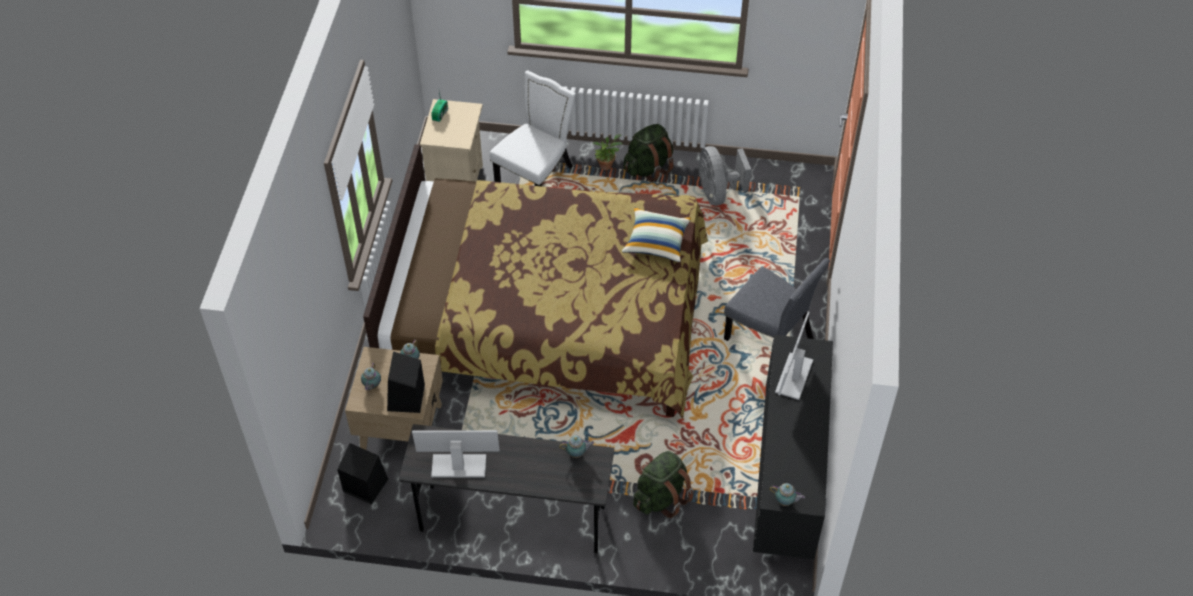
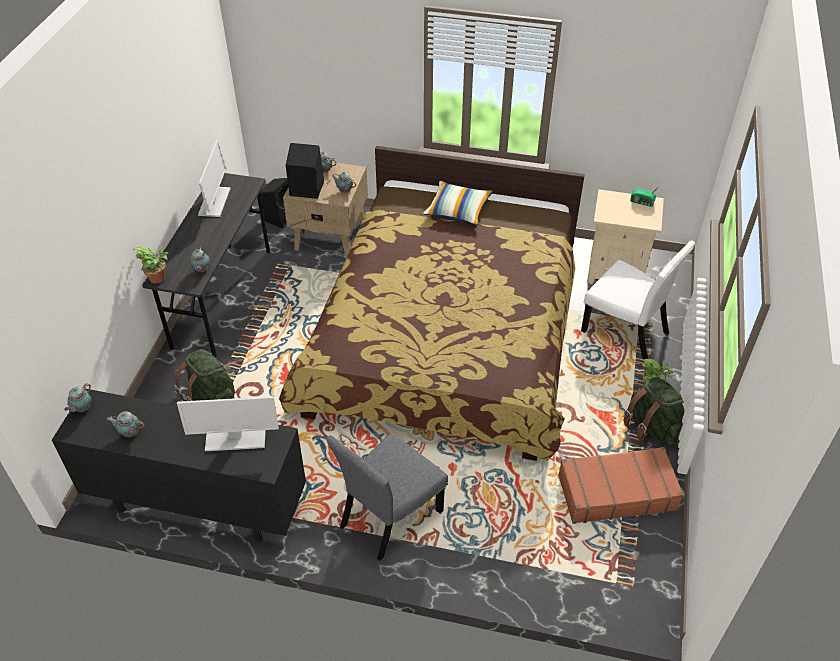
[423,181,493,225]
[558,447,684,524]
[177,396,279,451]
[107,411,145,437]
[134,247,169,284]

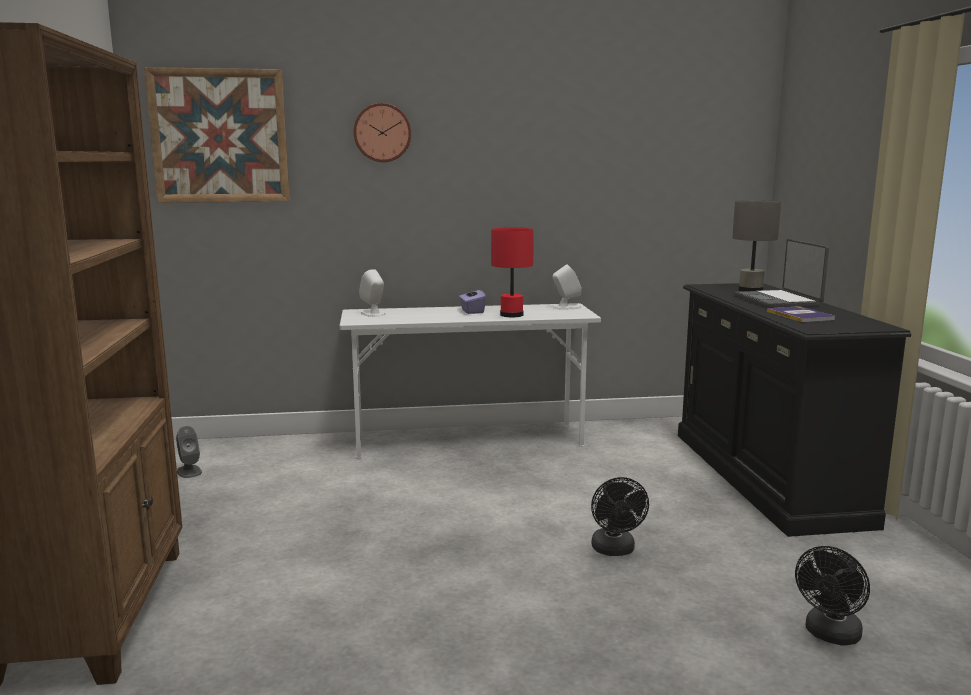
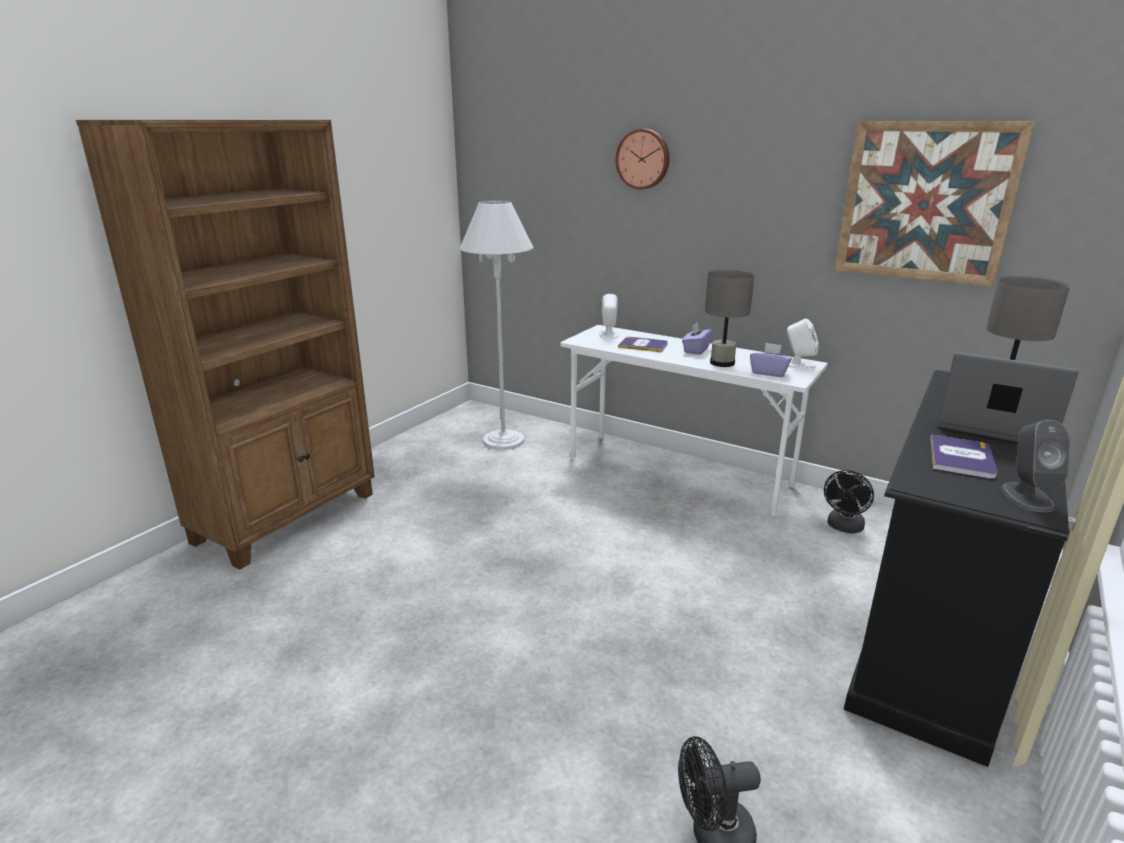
[835,121,1035,286]
[1001,420,1070,512]
[705,270,754,367]
[824,470,874,534]
[937,352,1078,442]
[459,200,533,450]
[618,337,668,352]
[750,342,792,377]

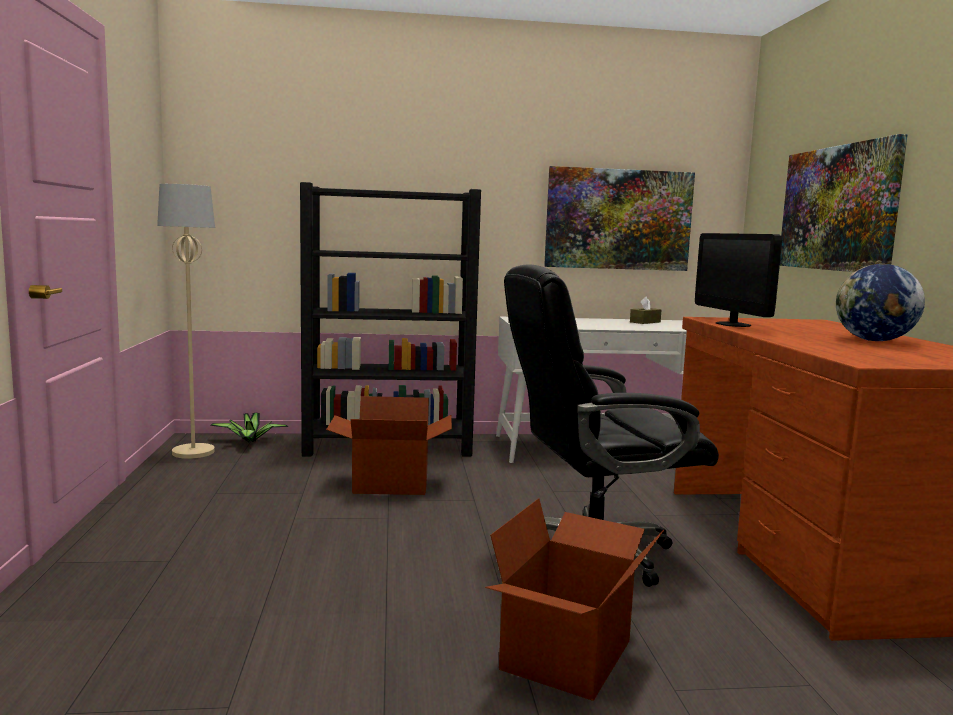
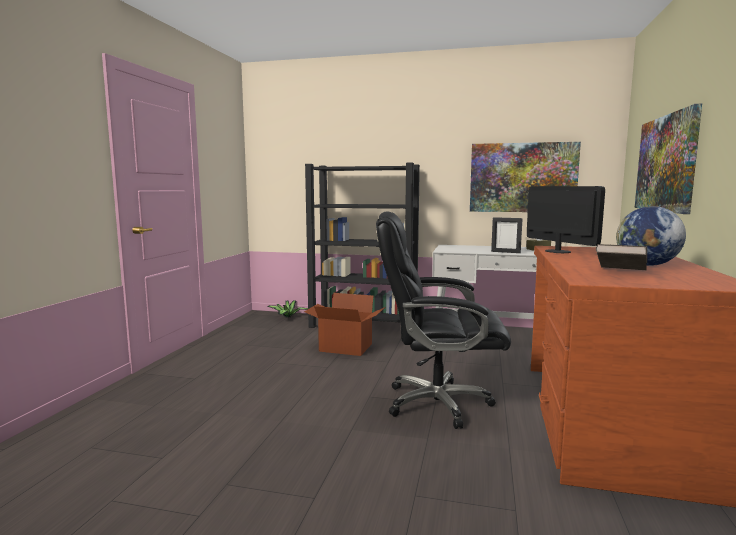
[157,184,215,459] (first image)
[485,498,664,701] (first image)
[527,186,605,253]
[491,217,523,253]
[596,244,647,270]

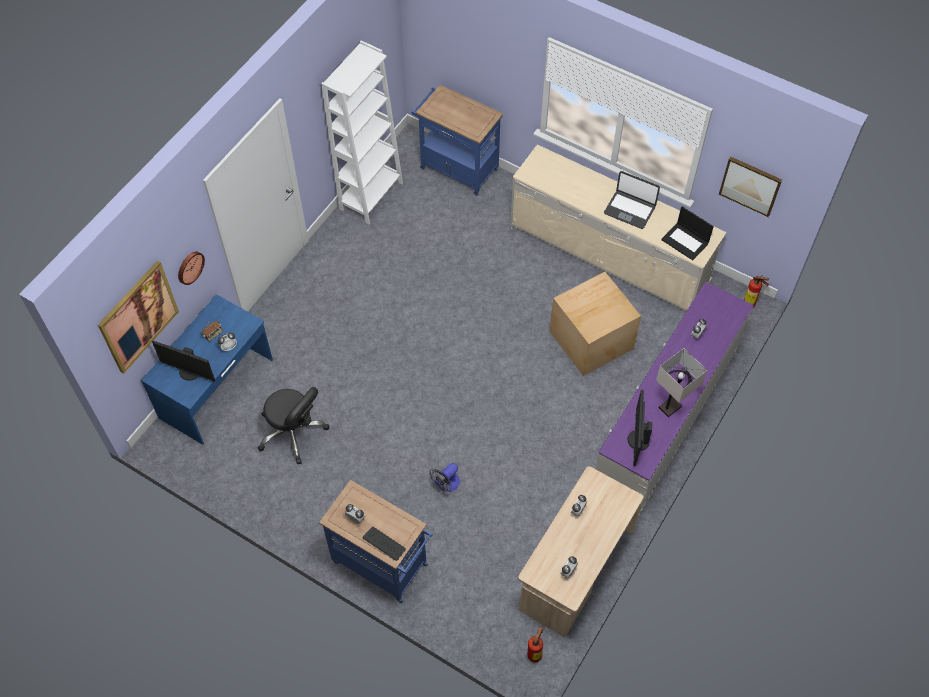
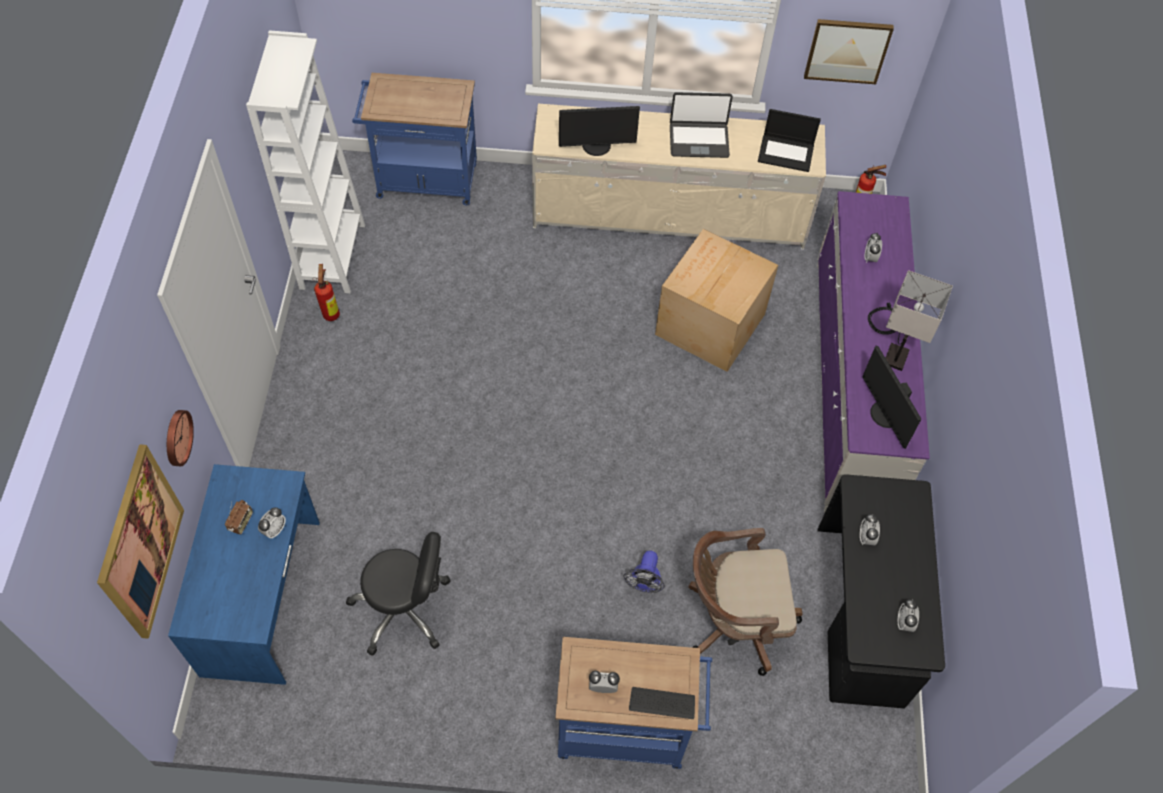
[559,106,640,156]
[817,474,945,709]
[314,264,340,321]
[688,528,803,676]

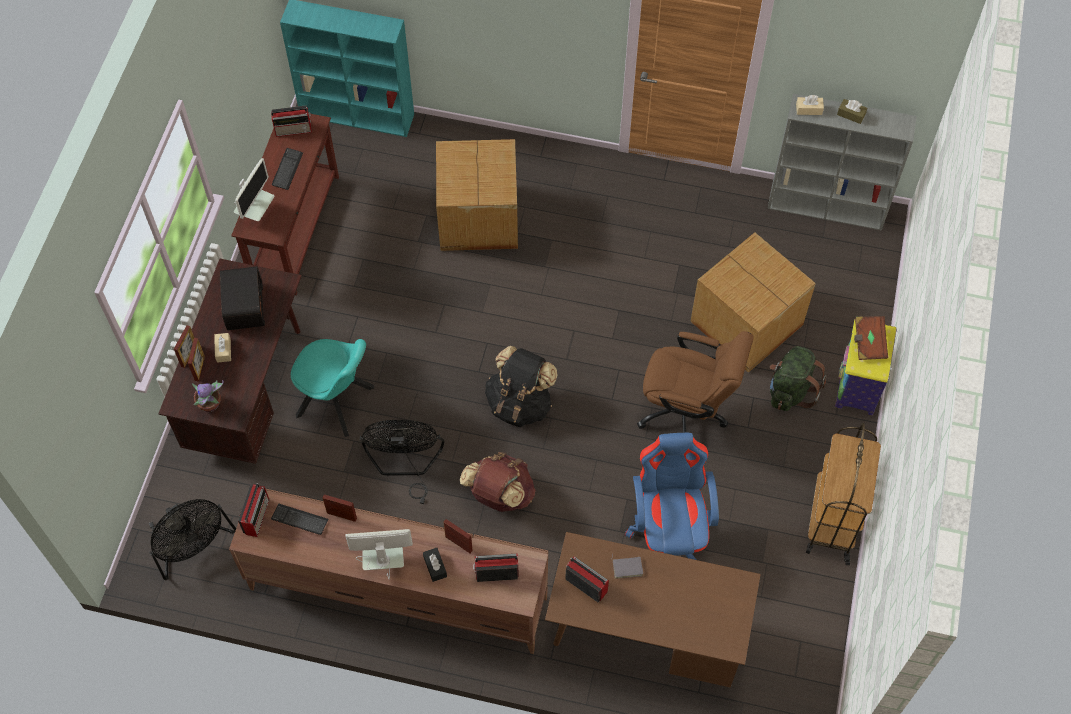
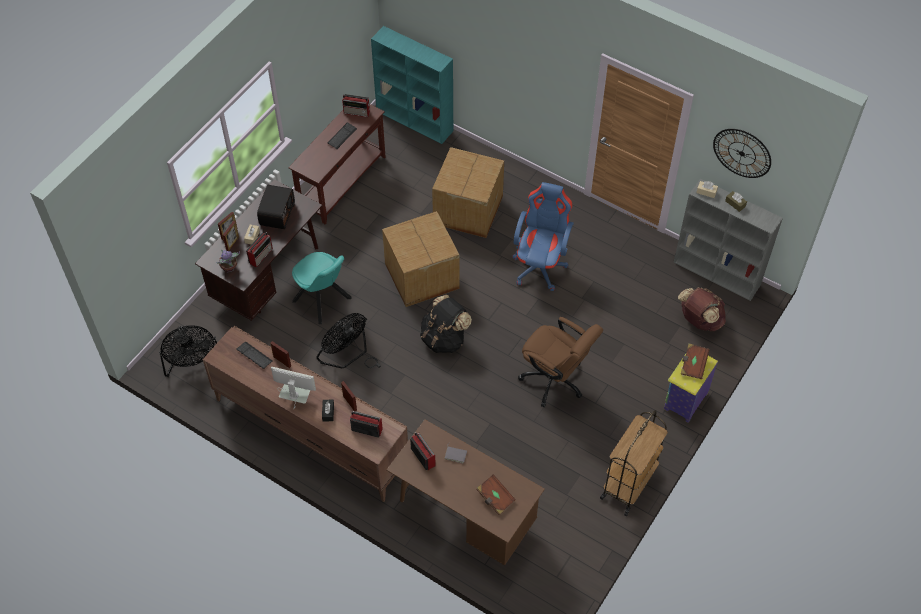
[234,158,275,221] (first image)
[246,232,273,267]
[317,313,381,368]
[678,287,726,331]
[512,182,574,291]
[382,211,460,307]
[770,346,826,411] (first image)
[476,474,516,515]
[713,129,771,178]

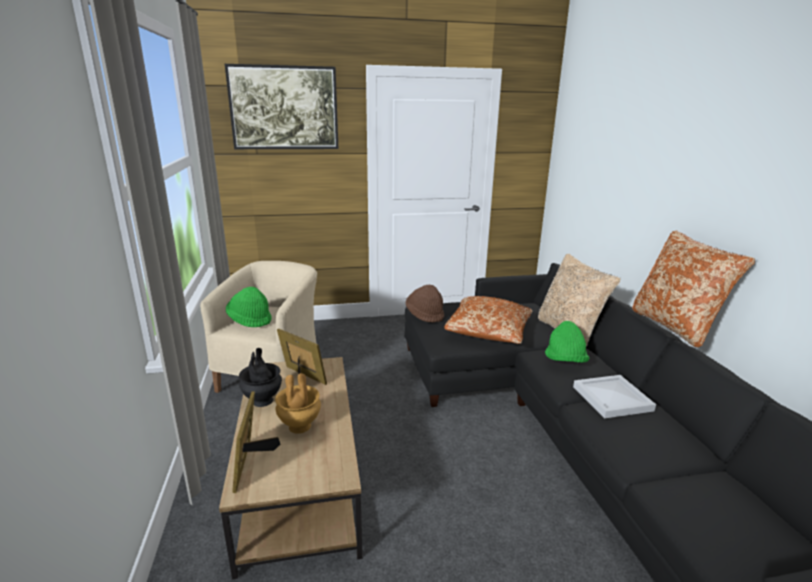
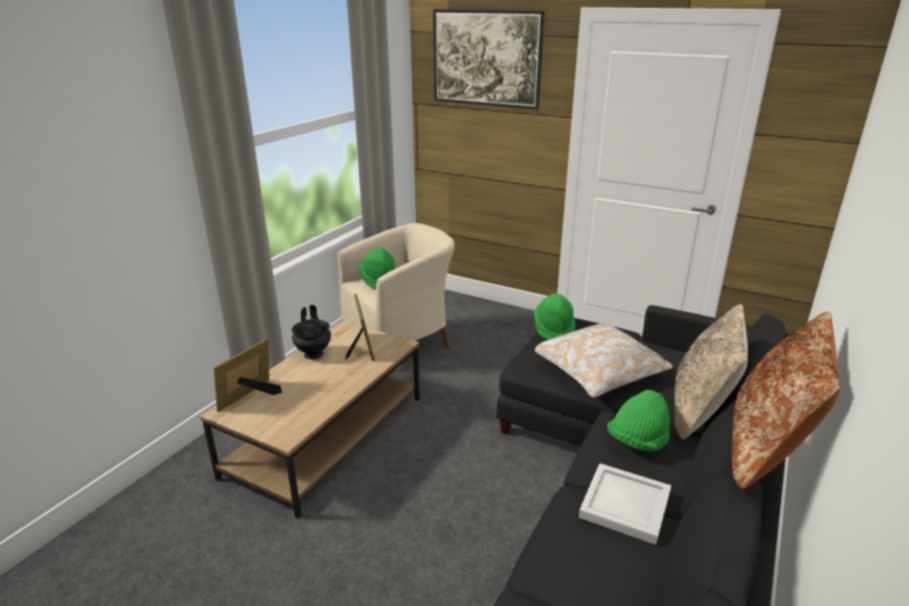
[275,373,321,434] (first image)
[534,294,575,340]
[535,323,673,398]

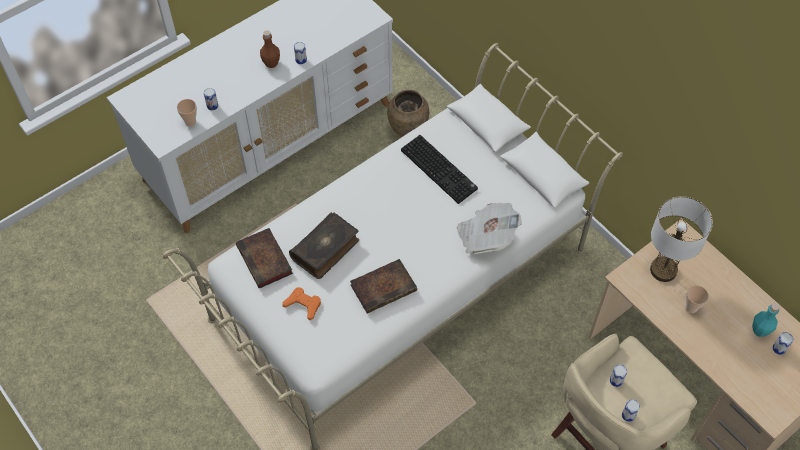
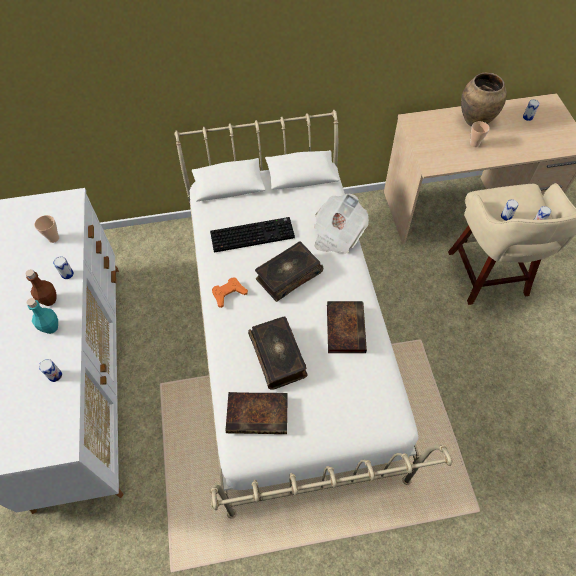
[34,215,59,243]
[212,278,248,308]
[461,73,507,127]
[650,196,713,282] (first image)
[27,298,58,334]
[255,241,323,302]

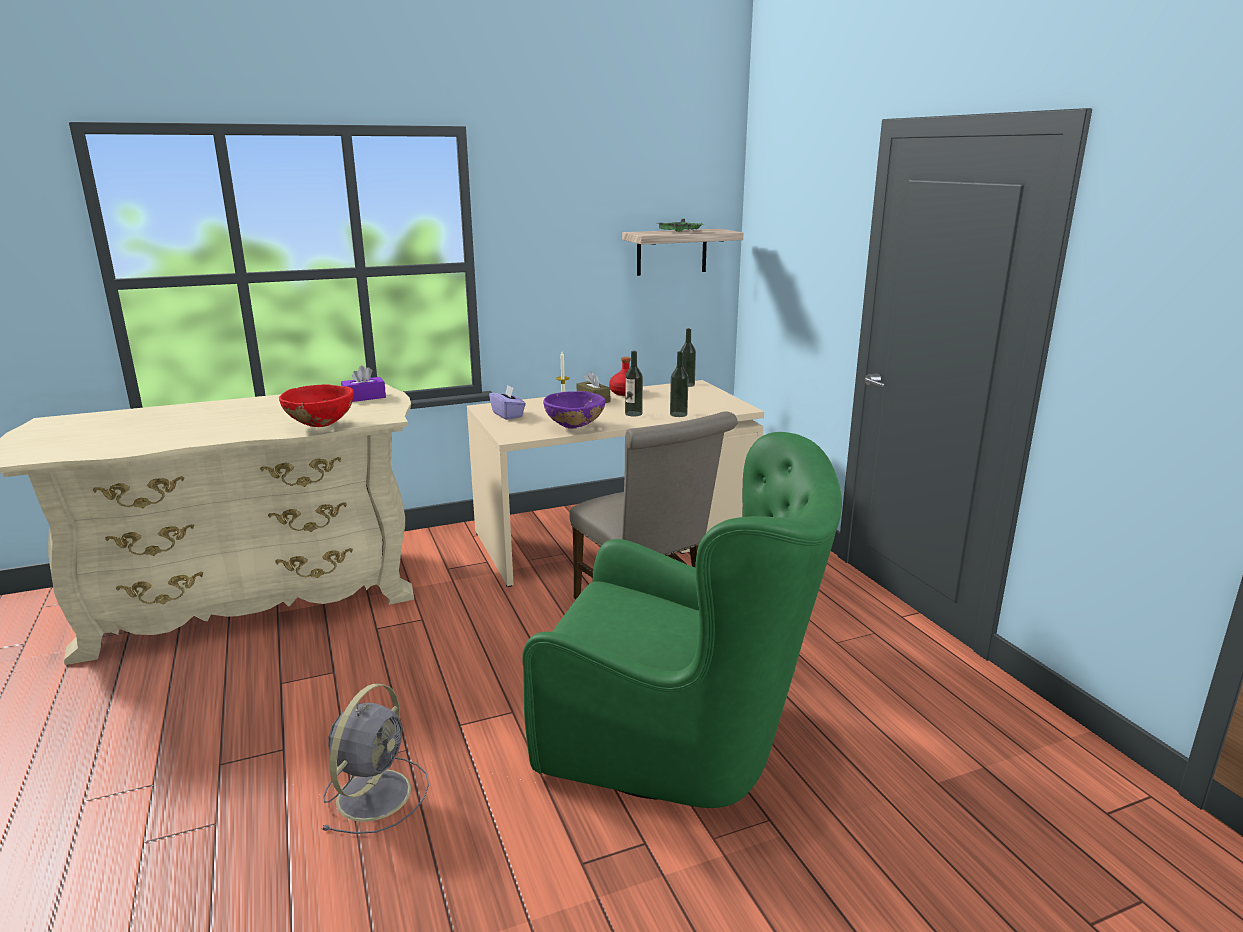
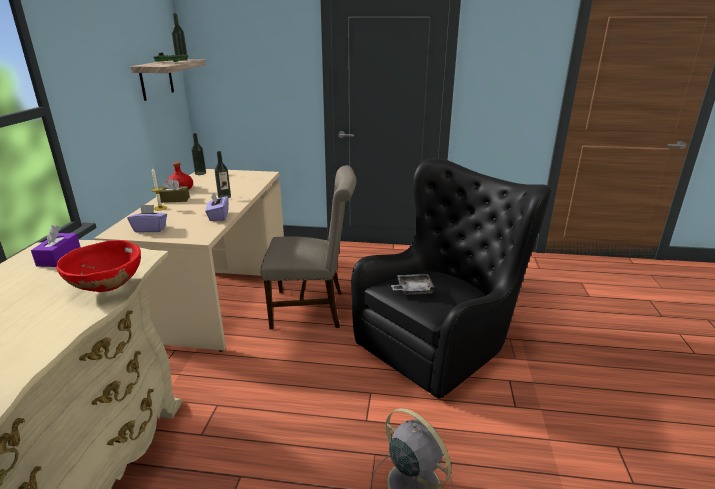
[351,158,552,399]
[205,193,229,221]
[172,13,188,61]
[391,274,436,295]

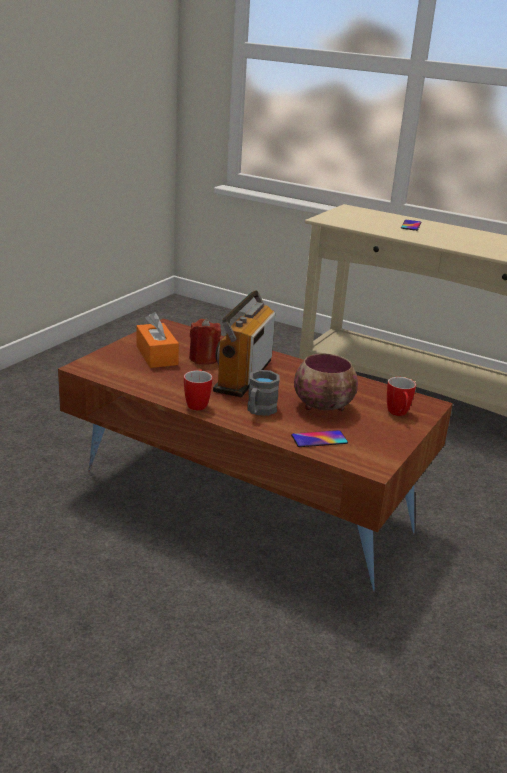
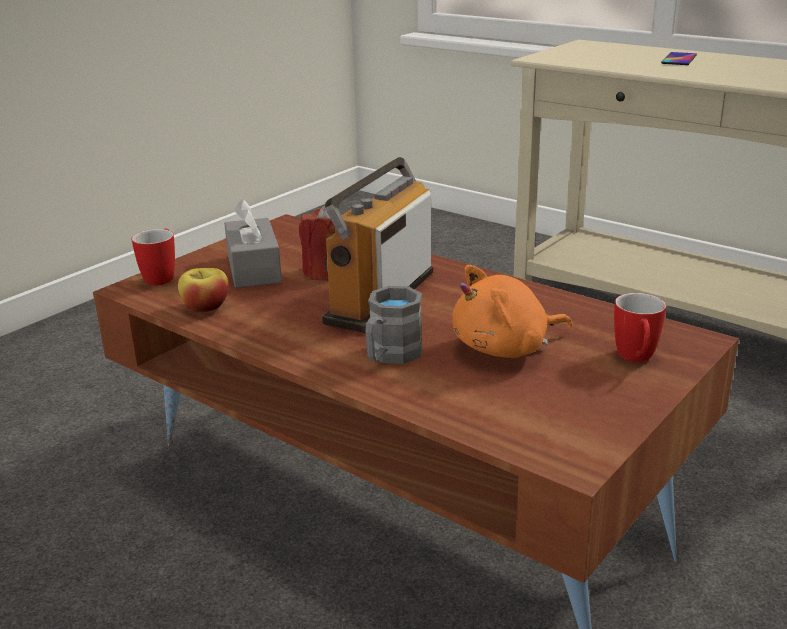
[224,199,282,288]
[131,228,175,286]
[291,430,348,447] (first image)
[452,265,572,358]
[178,268,229,313]

